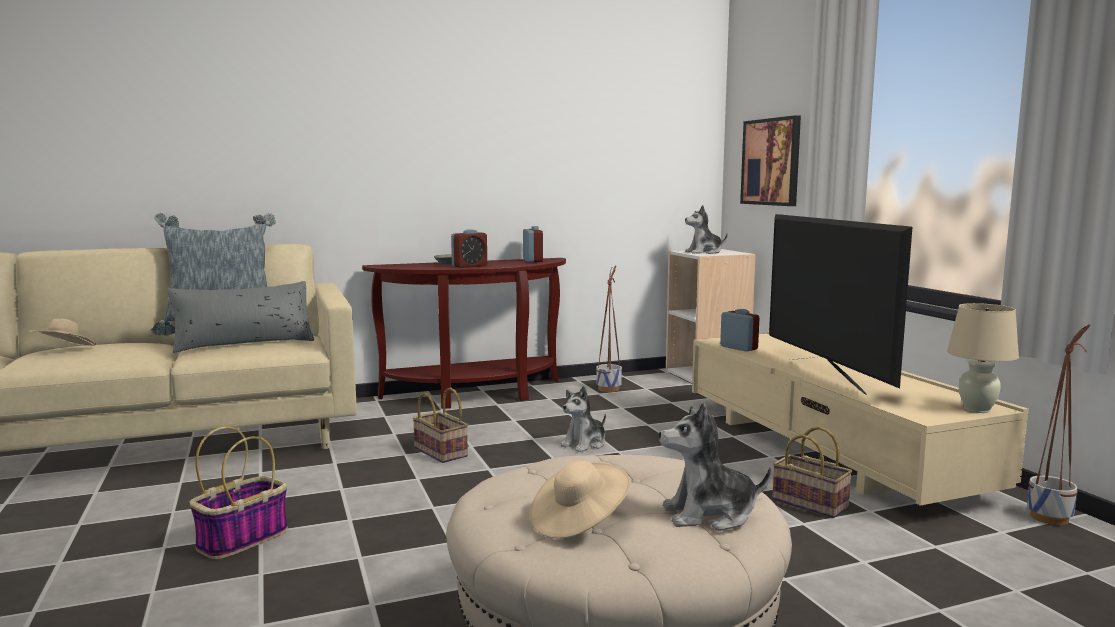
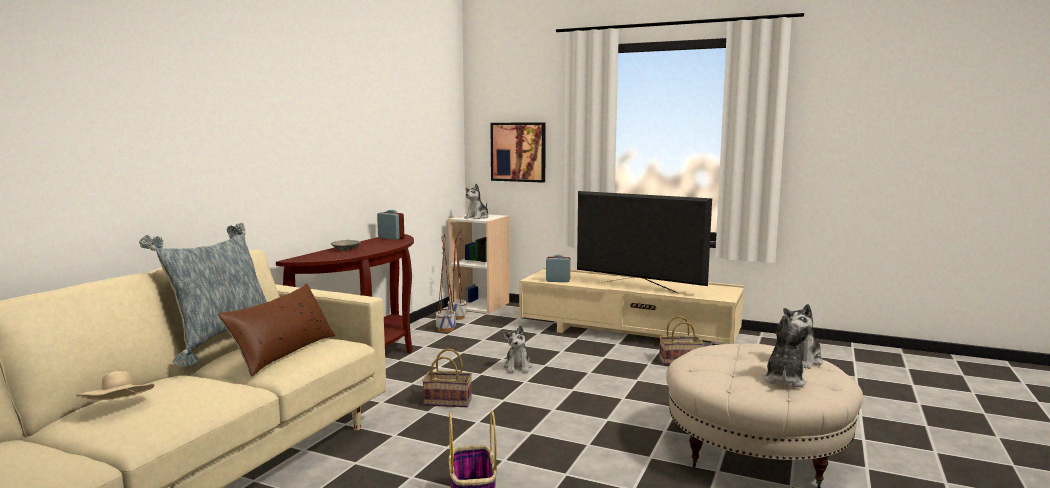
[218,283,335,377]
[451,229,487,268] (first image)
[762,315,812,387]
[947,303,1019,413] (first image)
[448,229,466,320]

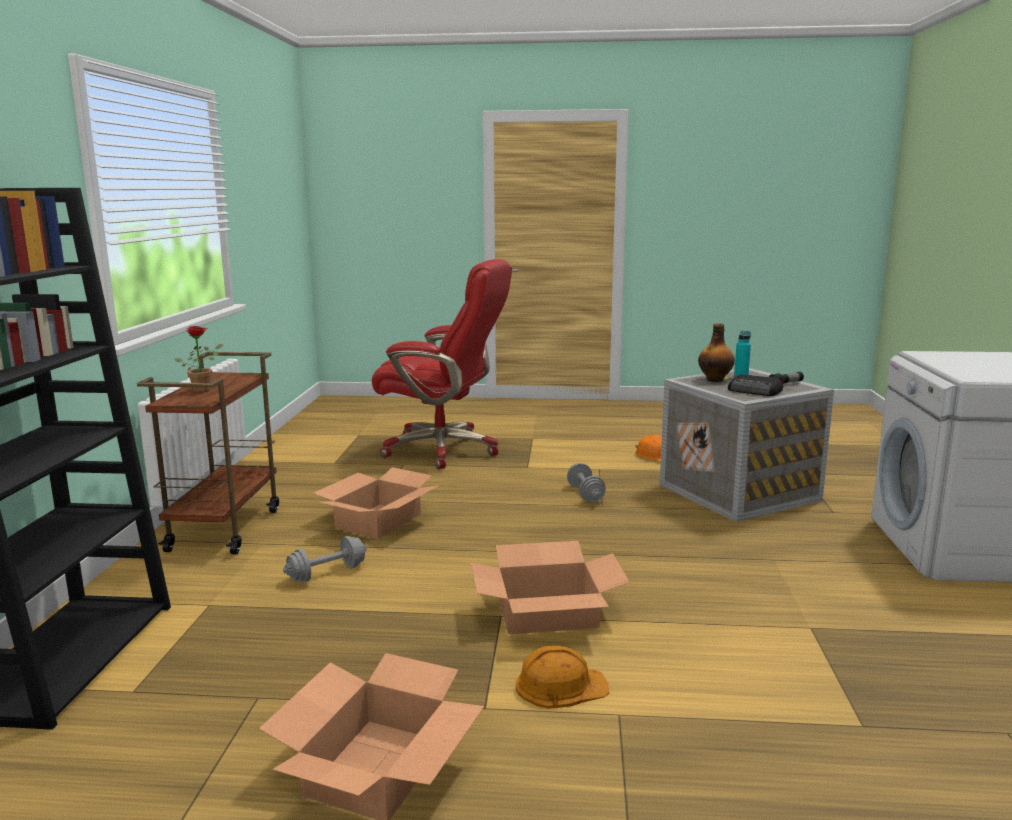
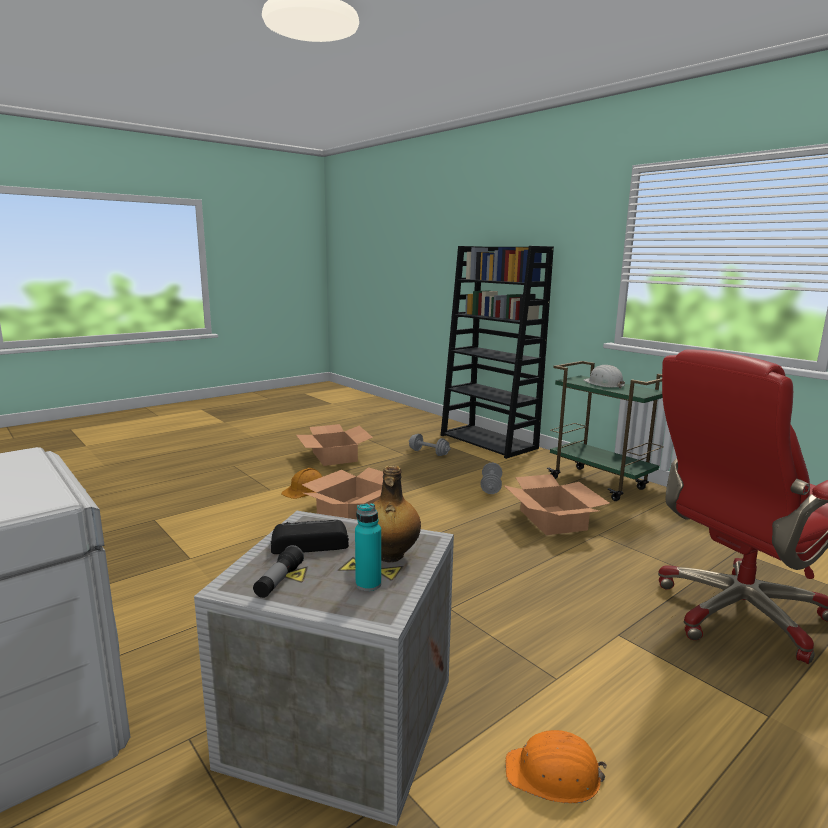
[547,361,664,501]
[584,365,625,389]
[409,434,451,456]

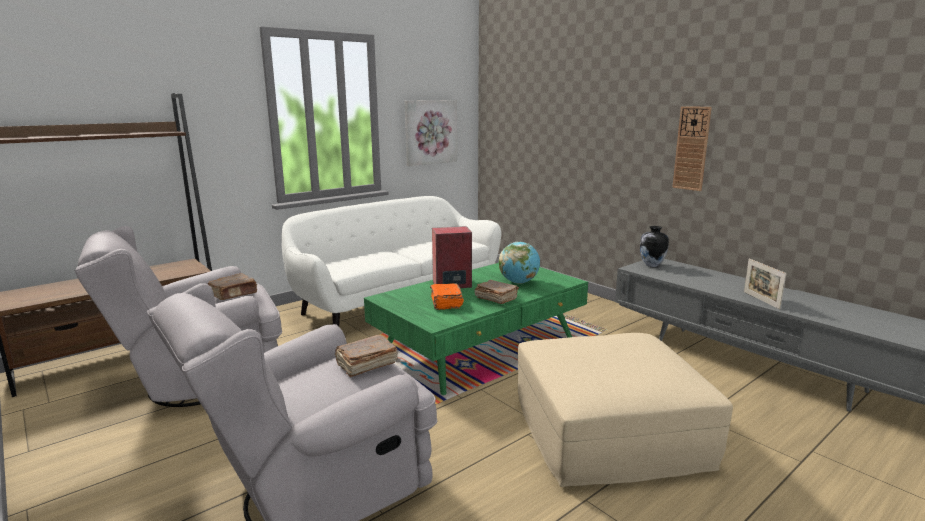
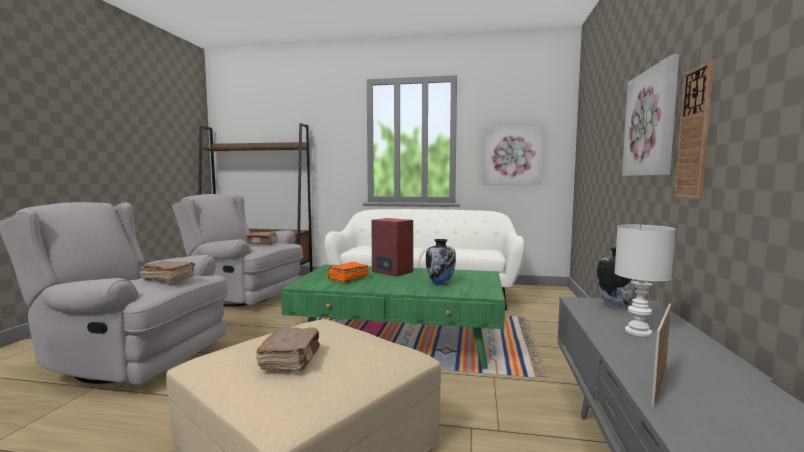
[256,327,320,372]
[426,239,456,285]
[614,225,675,337]
[622,54,679,176]

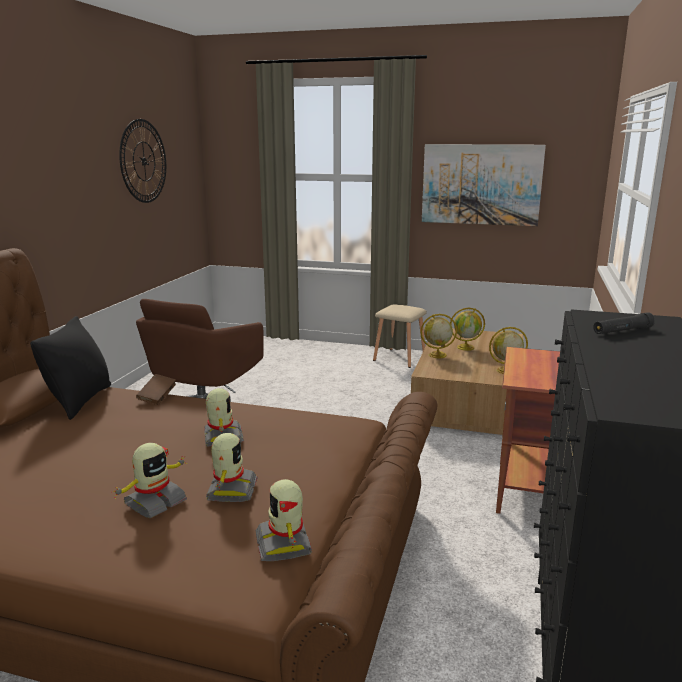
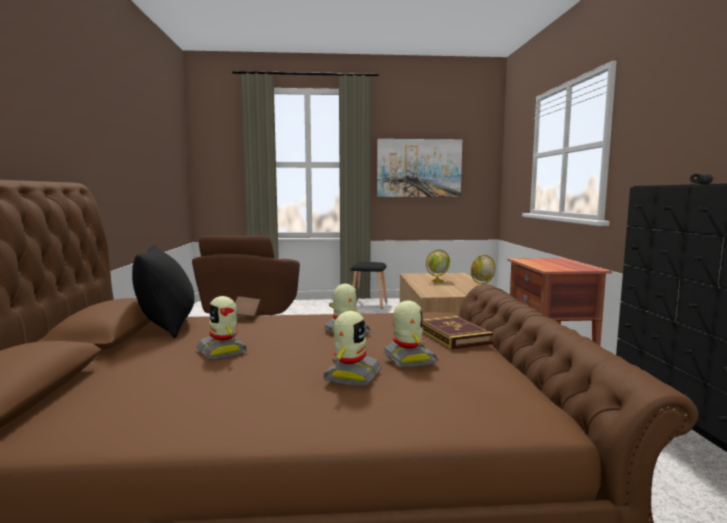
[119,119,166,203] (first image)
[197,296,247,359]
[350,262,387,309]
[420,314,457,358] (first image)
[422,316,494,349]

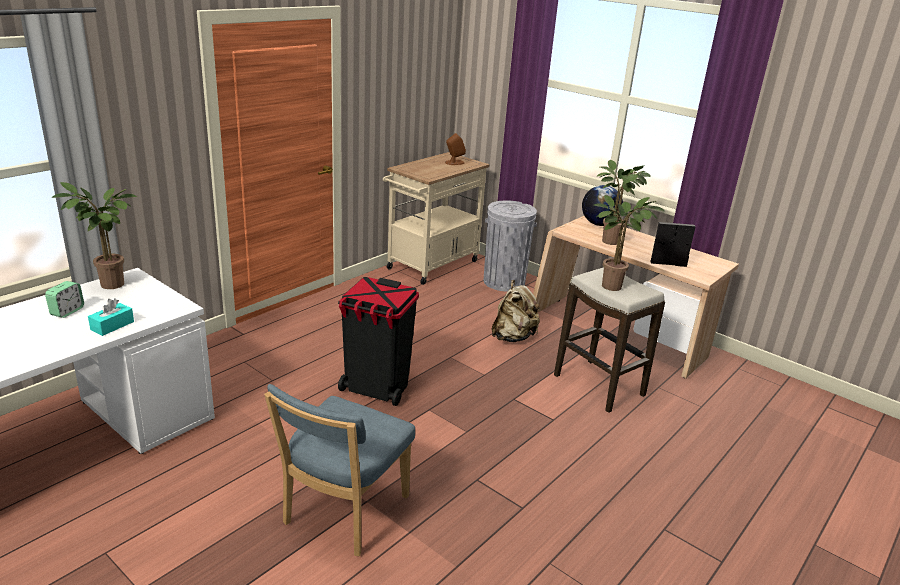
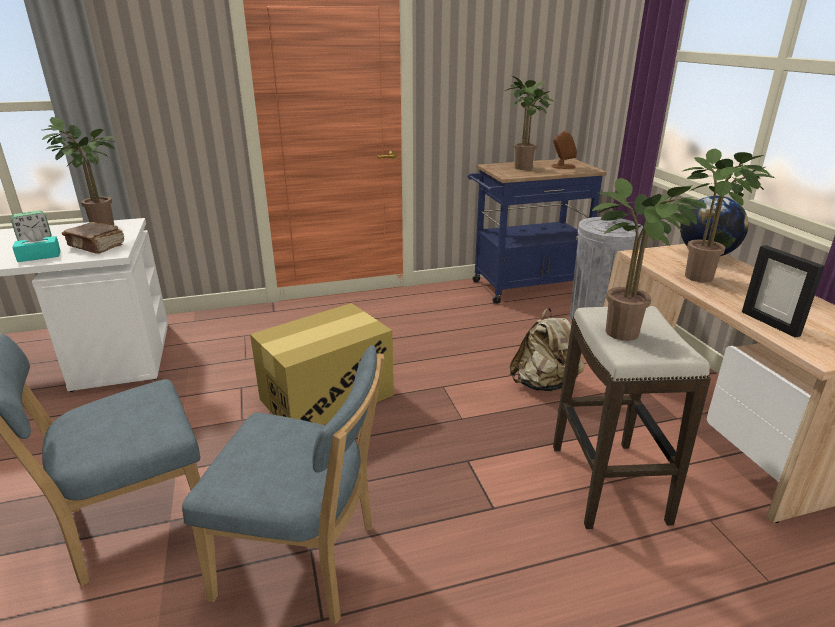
[250,303,394,425]
[467,158,607,304]
[742,245,825,338]
[62,222,124,254]
[182,345,384,624]
[505,76,554,170]

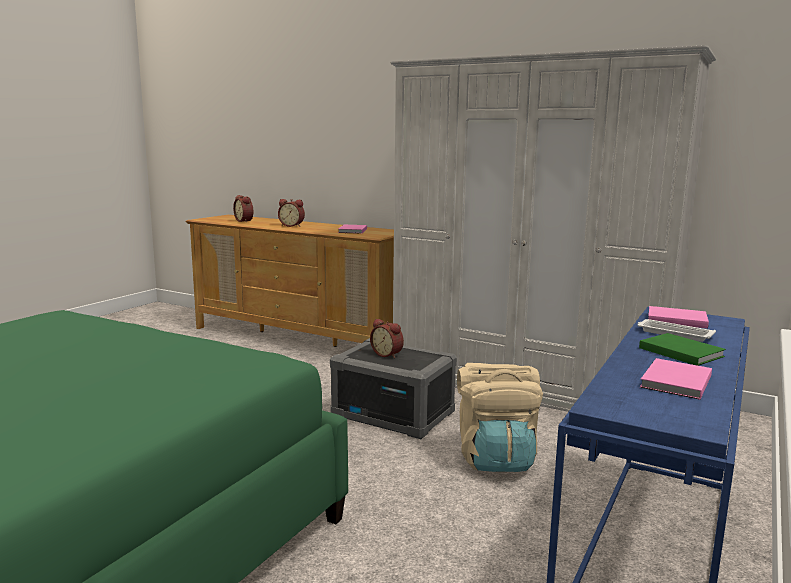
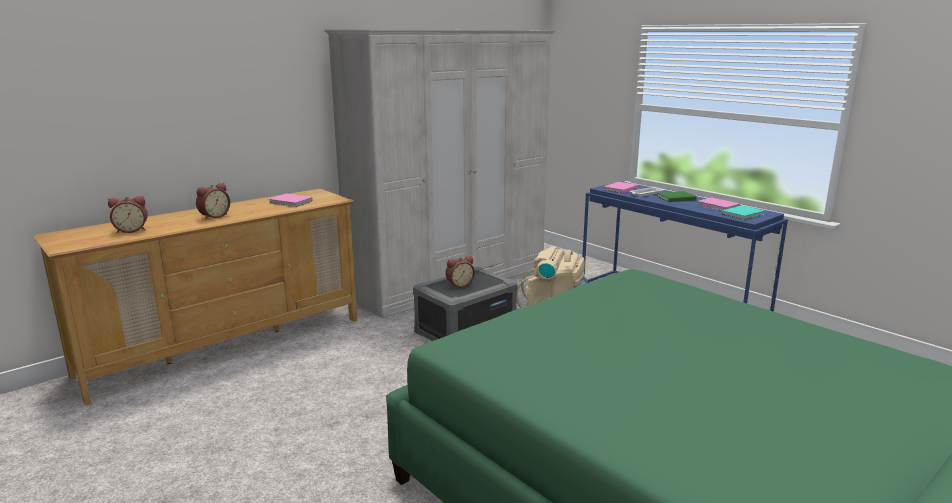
[722,205,765,220]

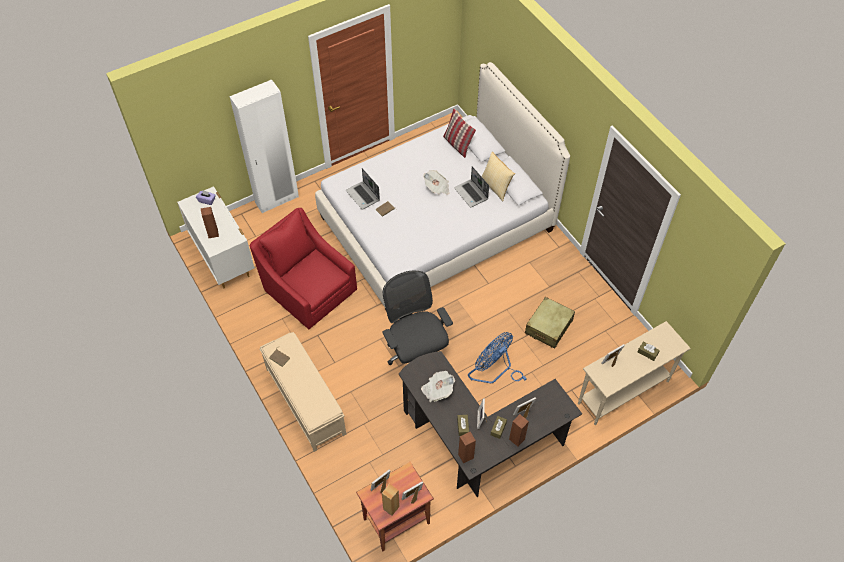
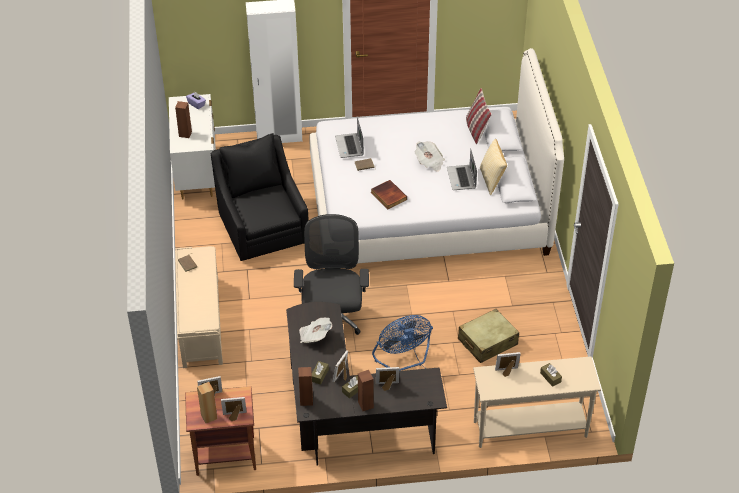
[210,133,309,261]
[371,180,407,209]

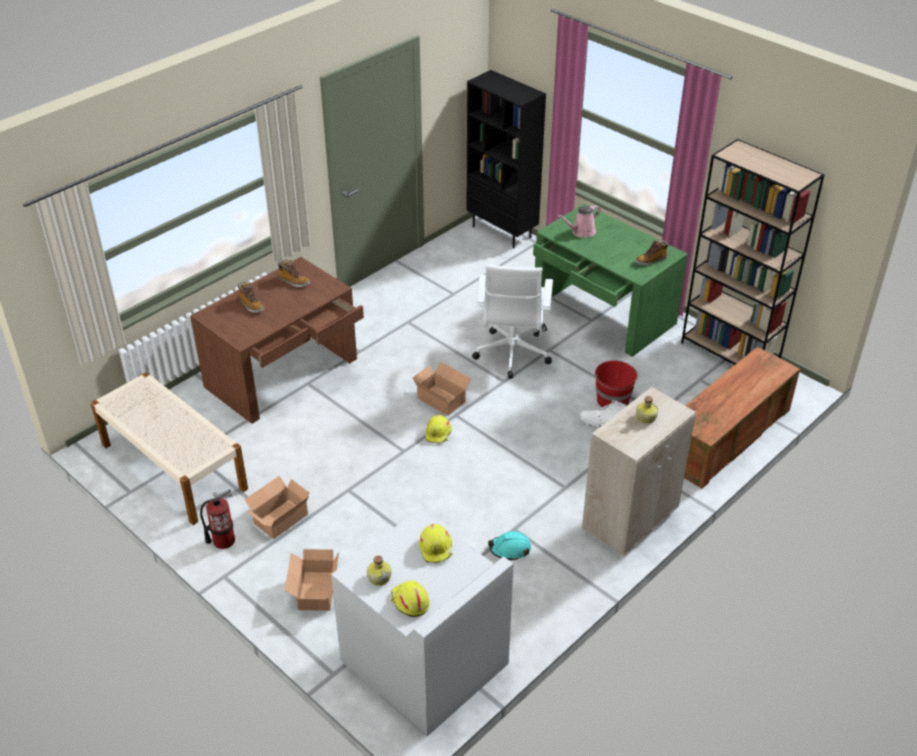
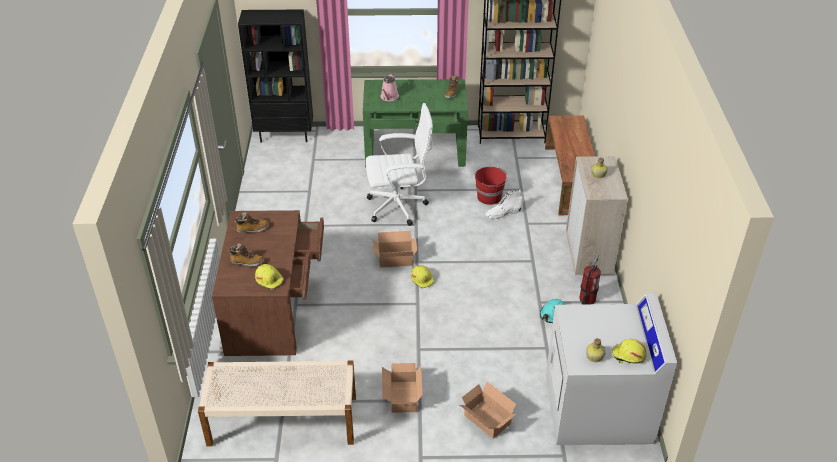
[579,254,601,304]
[255,264,284,290]
[366,103,433,226]

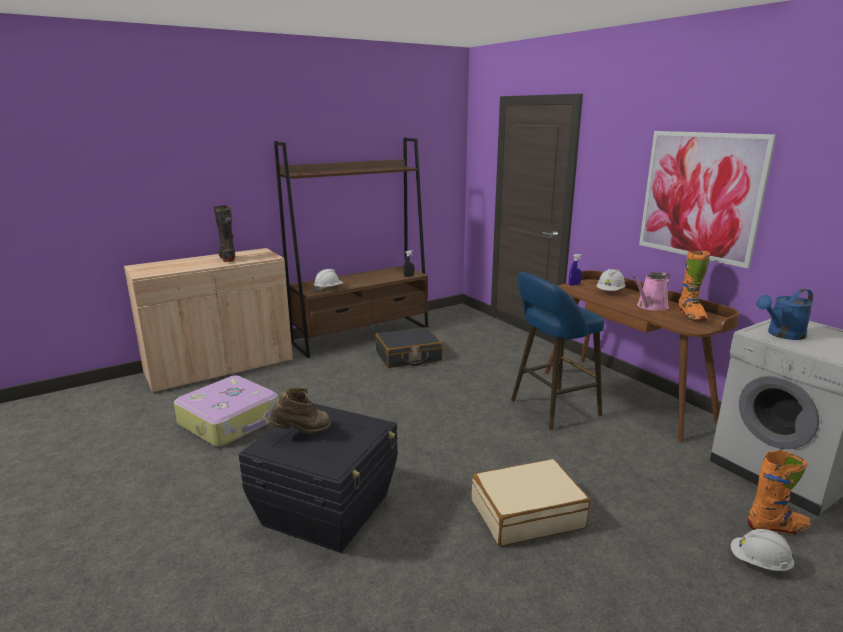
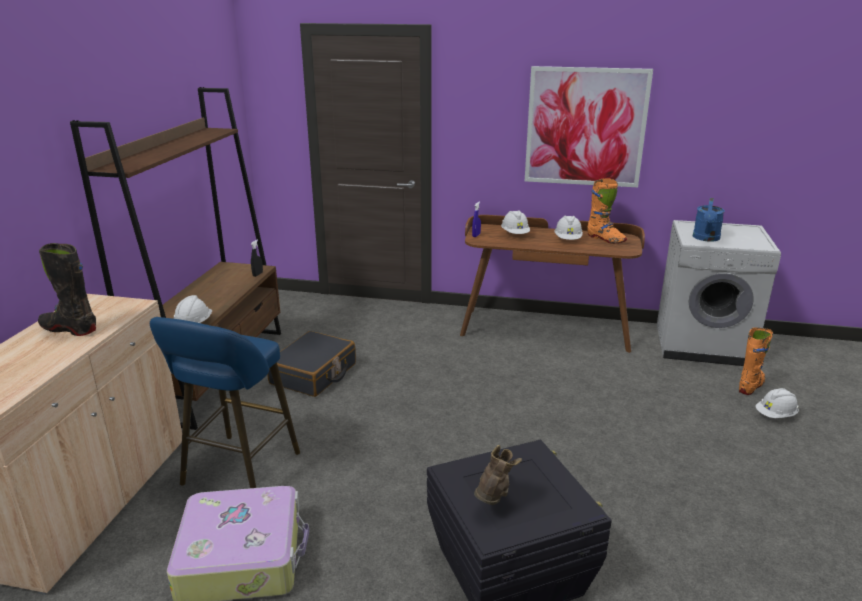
[471,459,590,546] (first image)
[150,317,300,488]
[554,216,583,240]

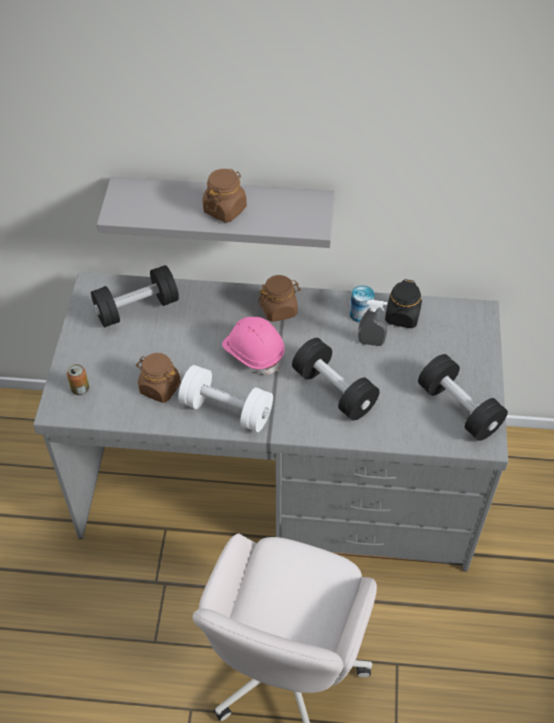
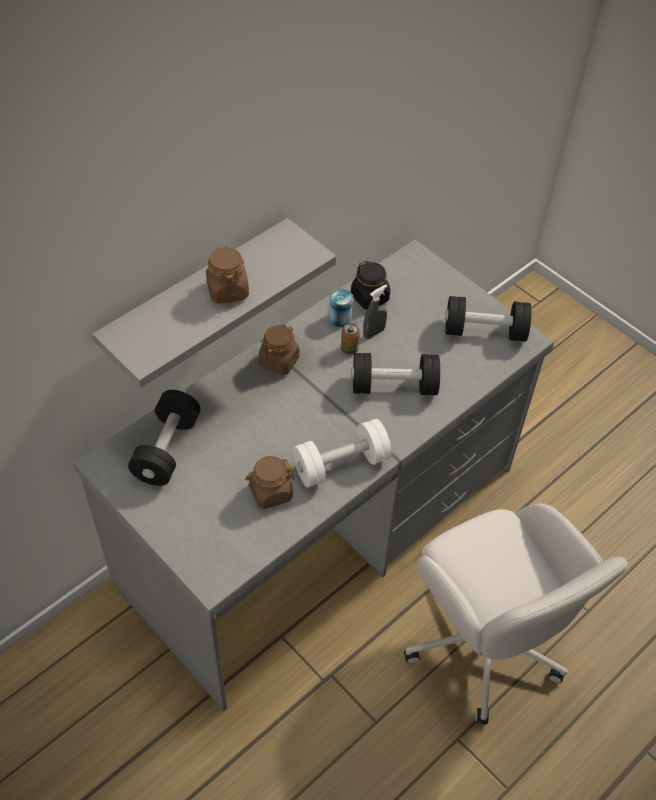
[341,323,360,355]
[222,317,285,375] (first image)

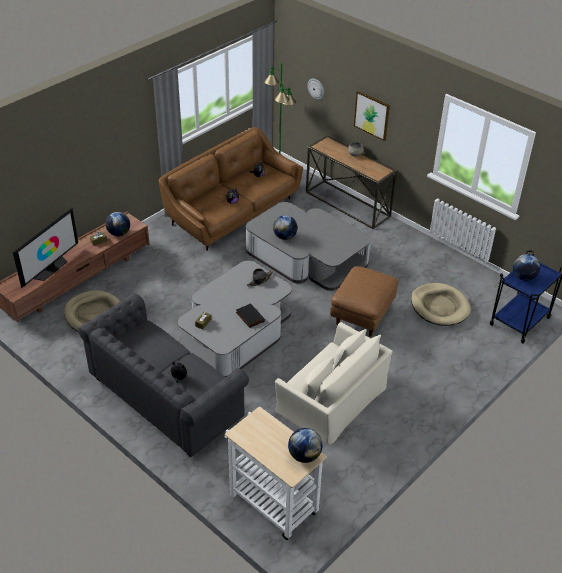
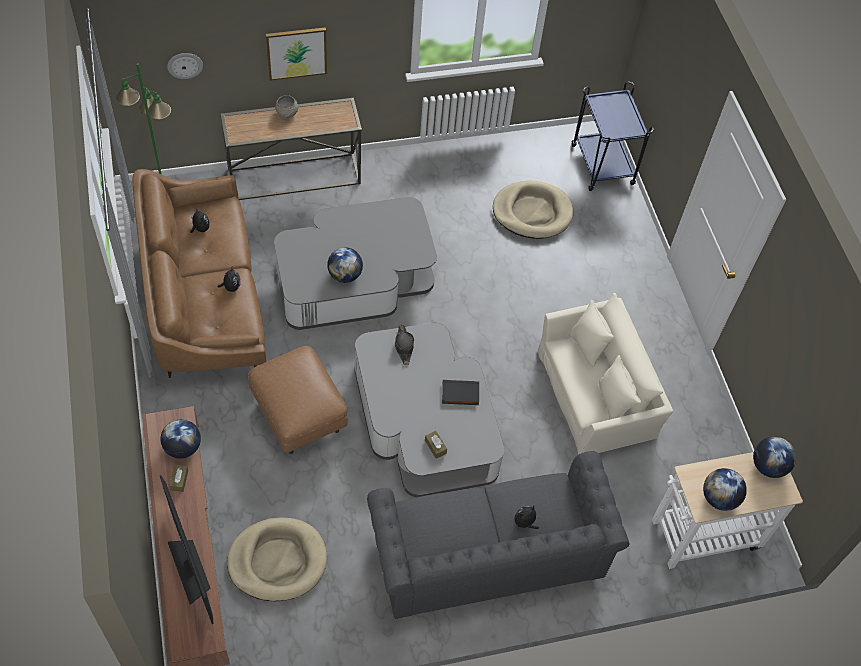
[248,346,348,454]
[703,468,747,511]

